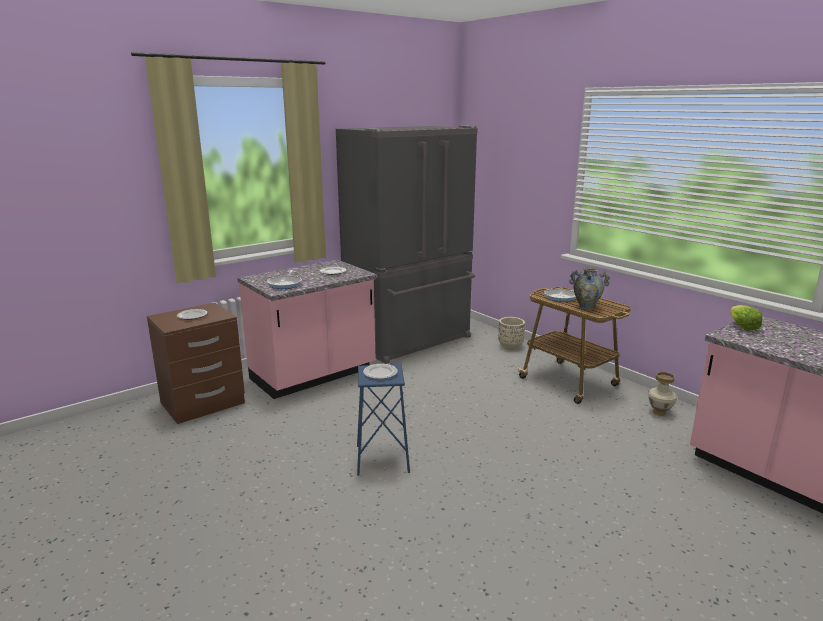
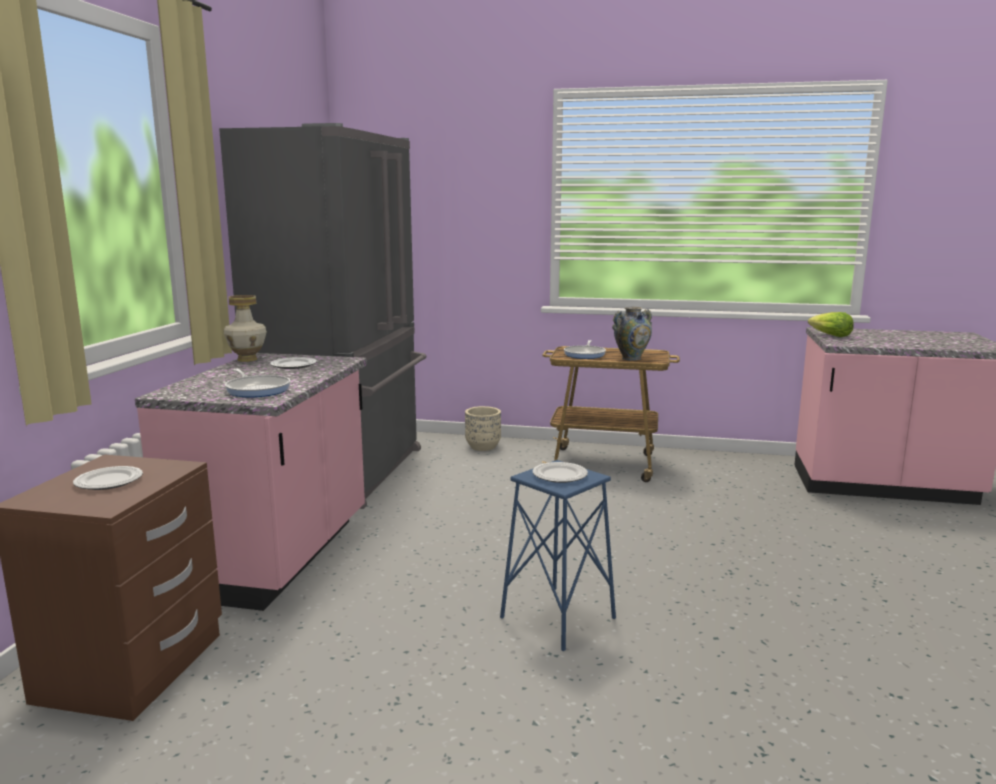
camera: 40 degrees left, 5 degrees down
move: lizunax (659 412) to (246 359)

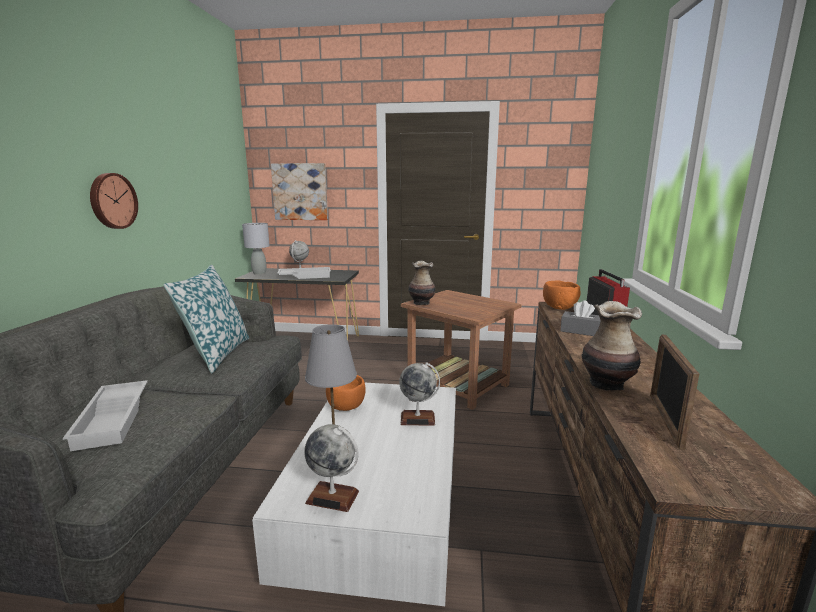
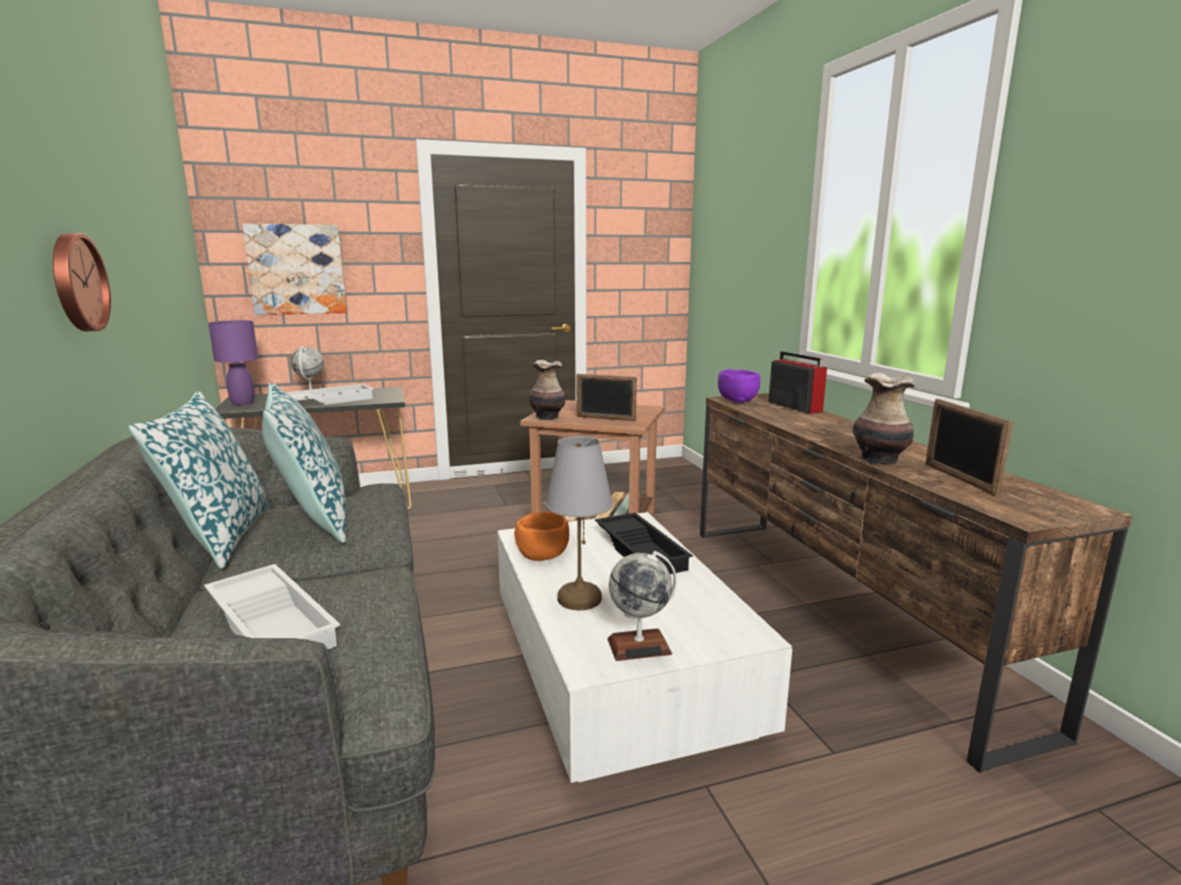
camera: 25 degrees left, 0 degrees up
delete: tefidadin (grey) (581 331)
insert: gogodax (220 538); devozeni (605 418)
replace: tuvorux (418 419) to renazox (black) (642 551)
recolor: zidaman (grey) (259 273) to zidaman (purple) (242 403); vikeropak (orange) (559 308) to vikeropak (purple) (737 401)

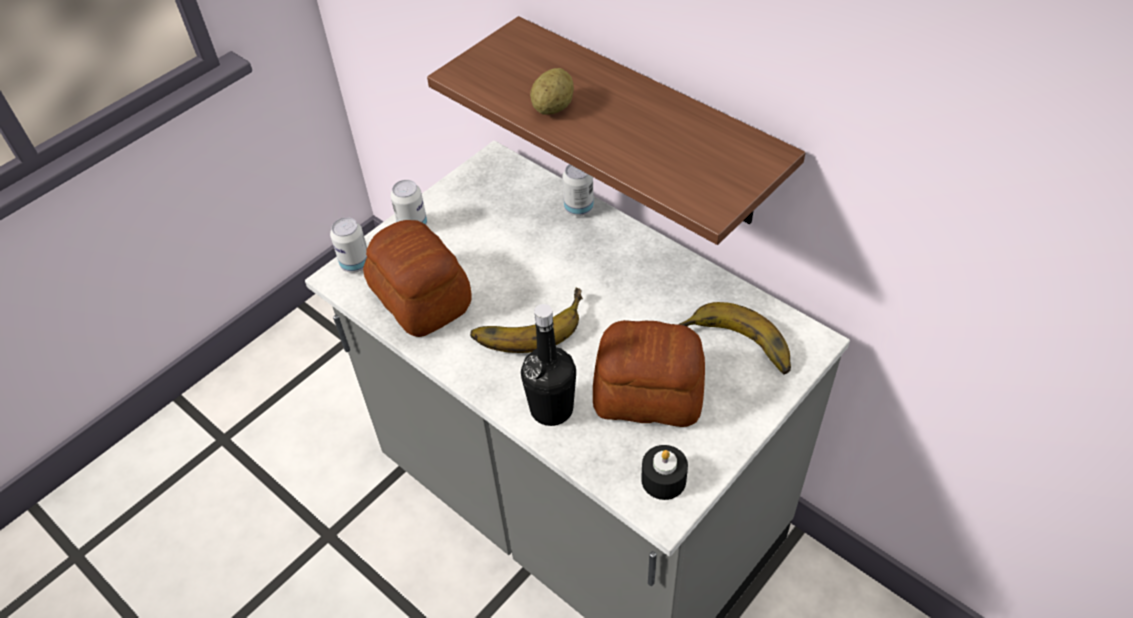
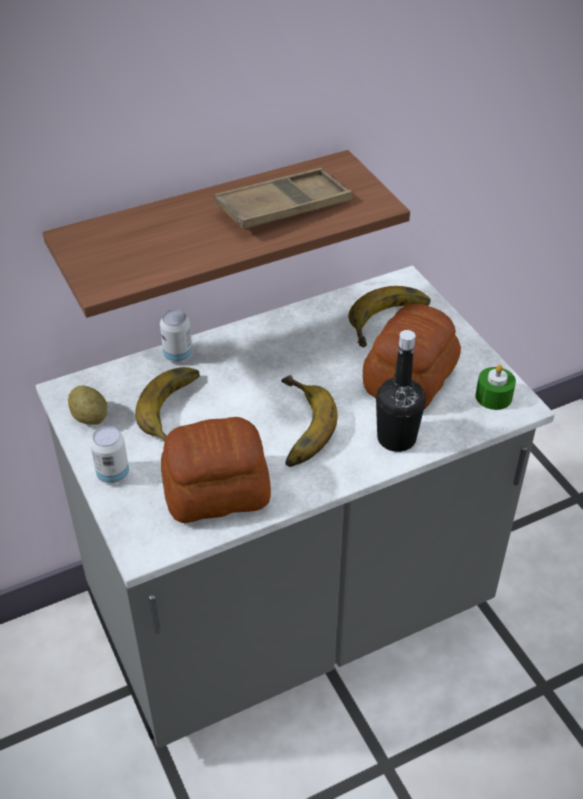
camera: 70 degrees left, 5 degrees down
delete: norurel (355 264)
insert: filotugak (181 412); renazox (brown) (283 207)
move: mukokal (553 107) to (89 417)
recolor: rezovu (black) (663 479) to rezovu (green) (493 397)

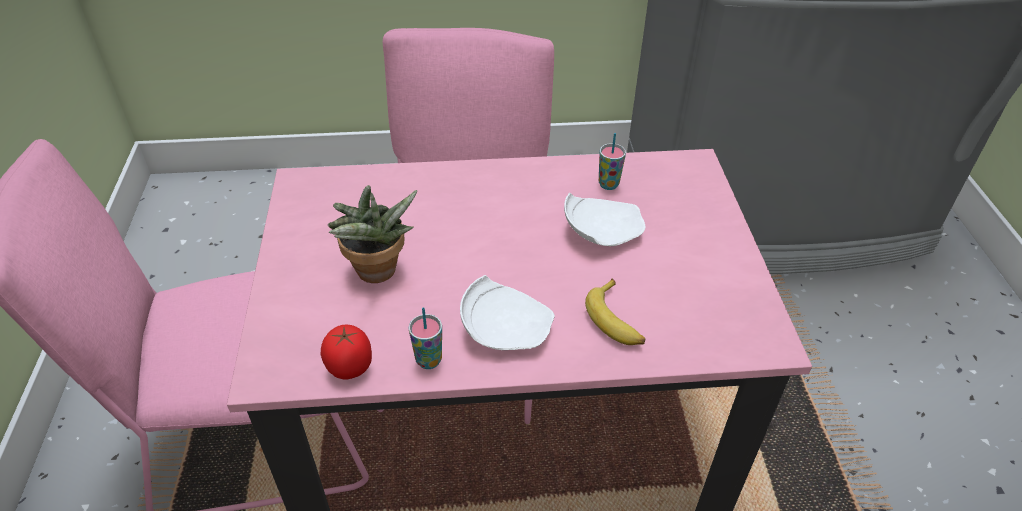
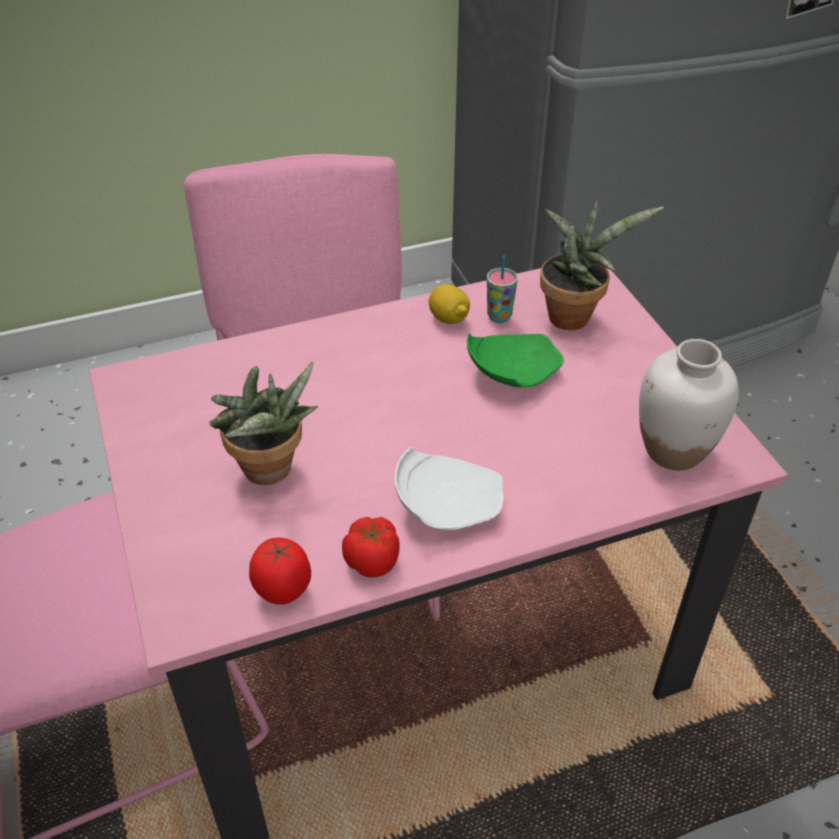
camera: 15 degrees left, 0 degrees up
delete: filotugak (616 320)
insert: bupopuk (448 318); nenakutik (574 315); lizunax (white) (674 451)
replace: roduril (428 360) to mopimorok (373 560)
recolor: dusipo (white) (600 232) to dusipo (green) (511 372)

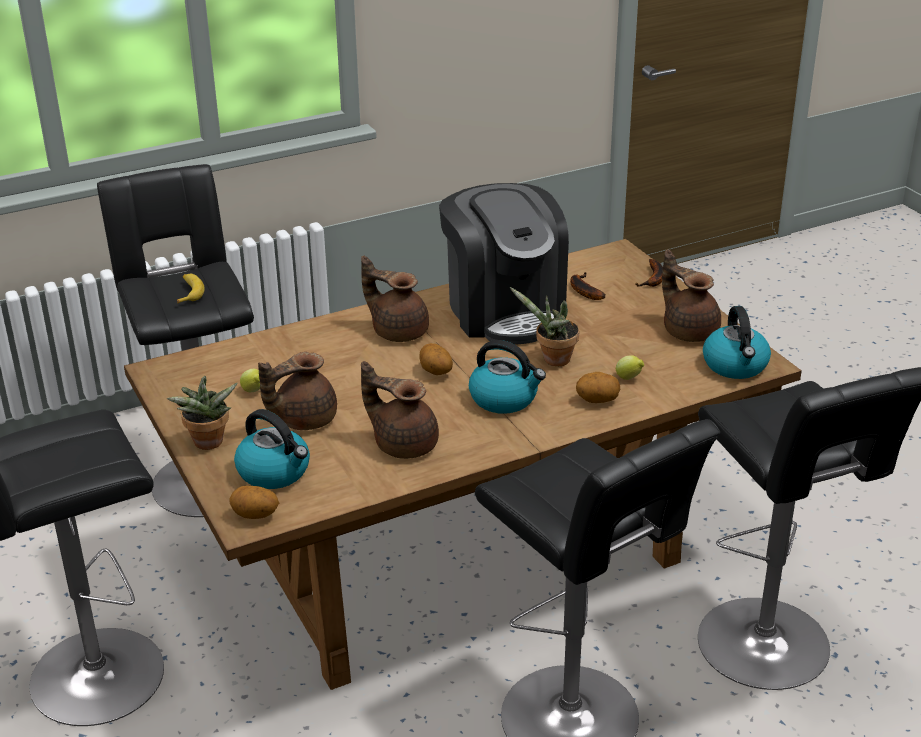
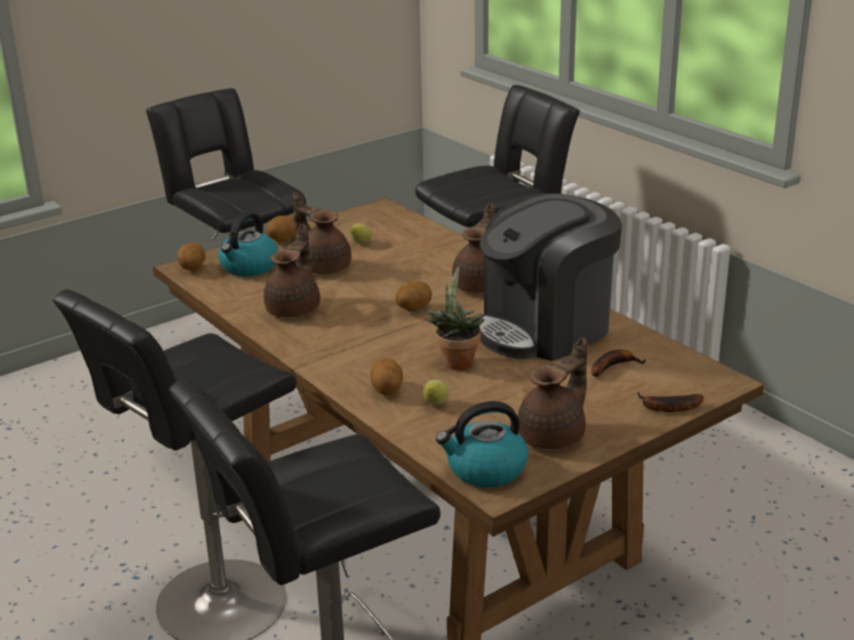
camera: 80 degrees right, 5 degrees down
delete: filotugak (189 292); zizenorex (504 398)
replace: nenakutik (208 444) to mukokal (282 240)

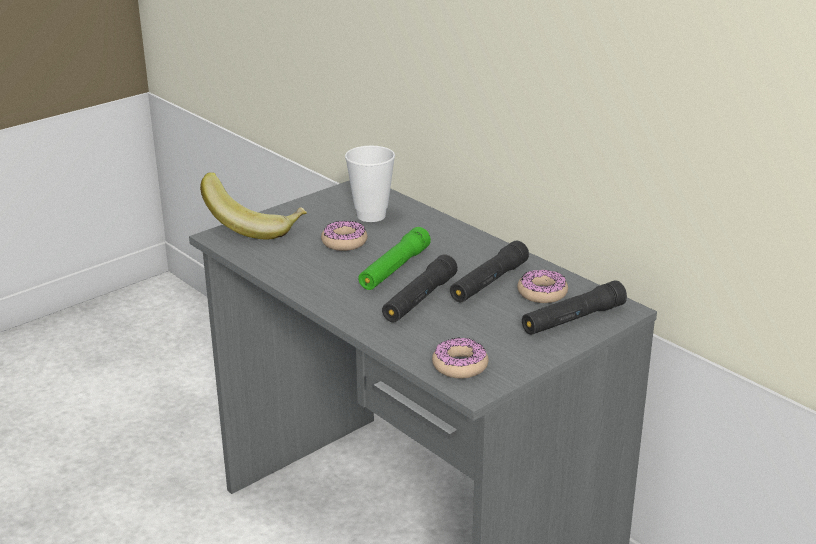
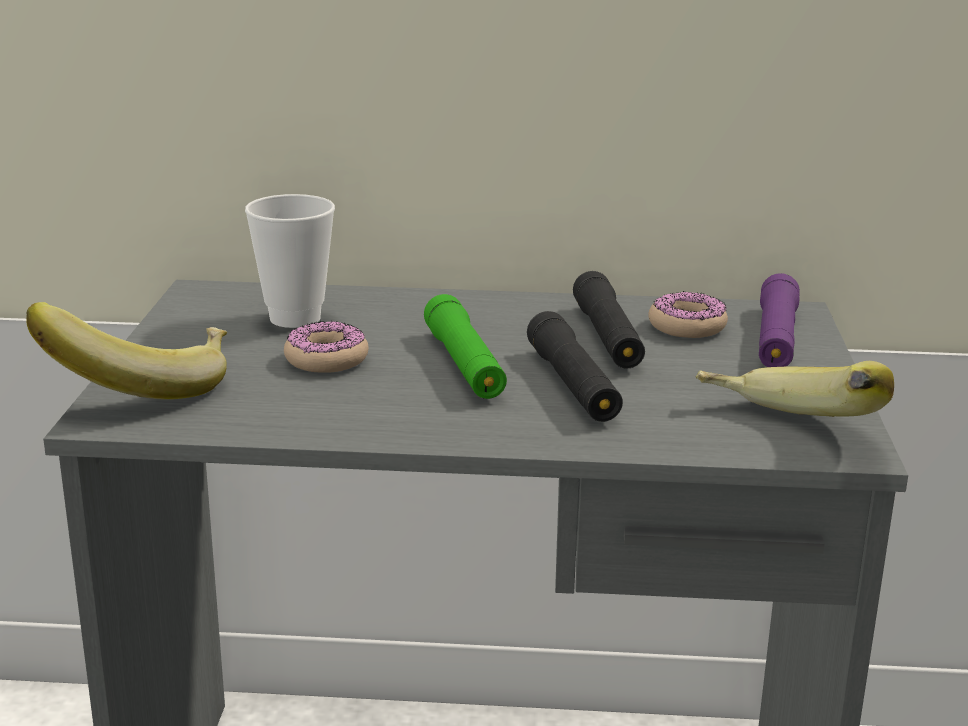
camera: 45 degrees left, 5 degrees down
replace: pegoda (460 366) to filotugak (784 434)
recolor: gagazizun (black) (573 319) to gagazizun (purple) (776 339)

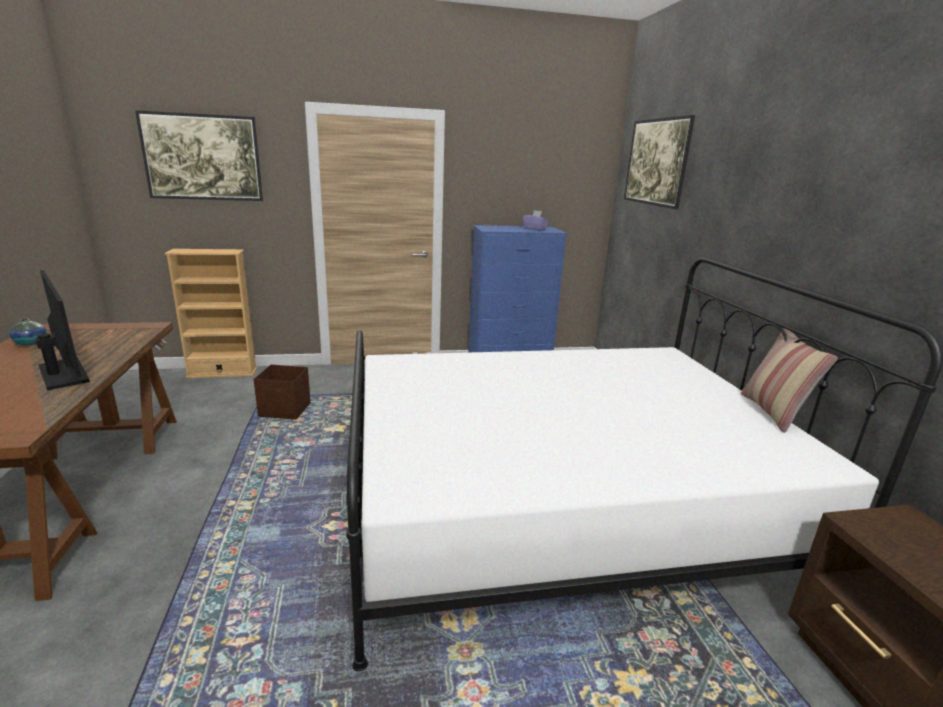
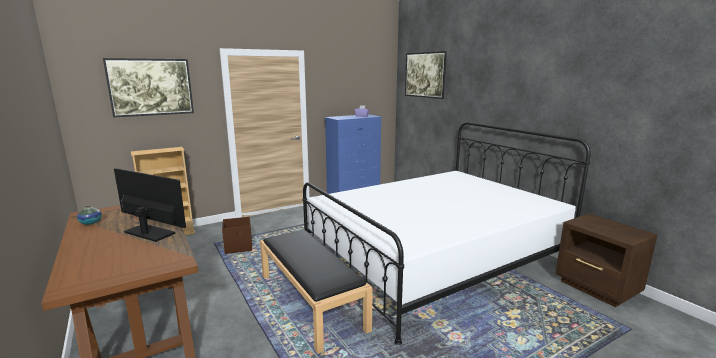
camera: 20 degrees left, 5 degrees down
delete: gogodax (773 412)
insert: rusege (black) (311 301)

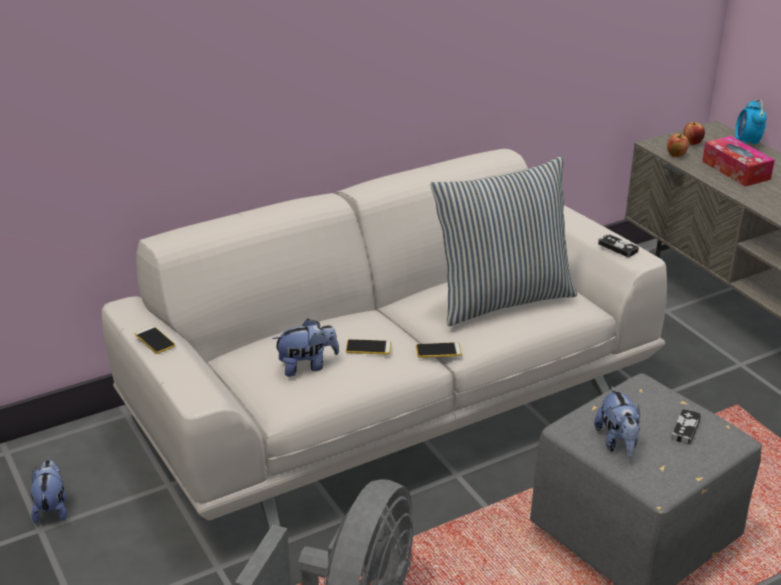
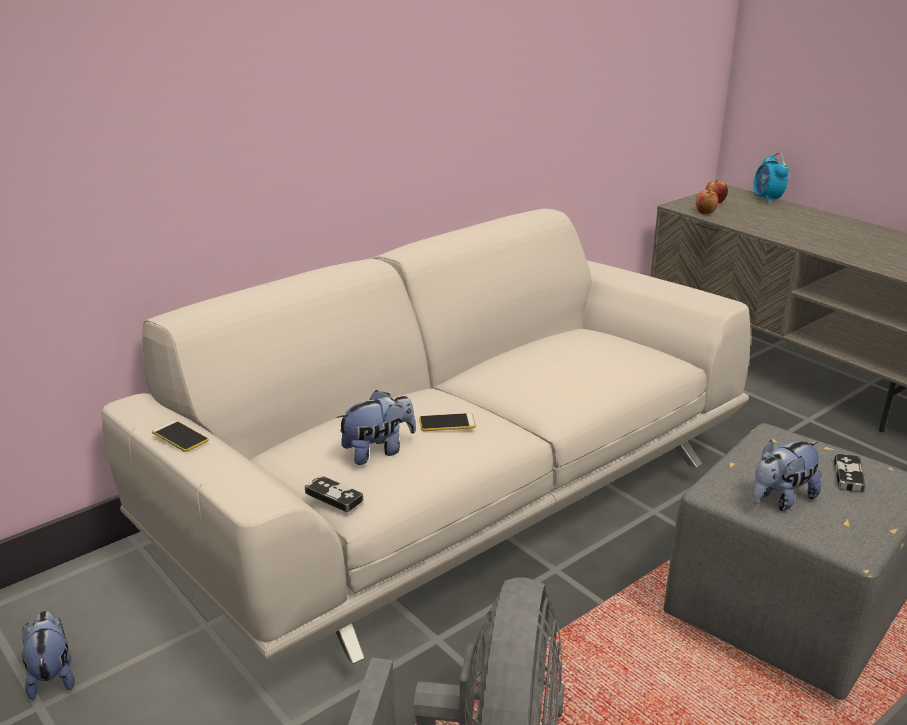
camera: 10 degrees left, 5 degrees down
delete: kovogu (438 350); gogodax (501 299); tefidadin (735 170)
move: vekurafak (617 248) to (334 497)
rotate: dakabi (617 442) = (780 499) 75 degrees clockwise

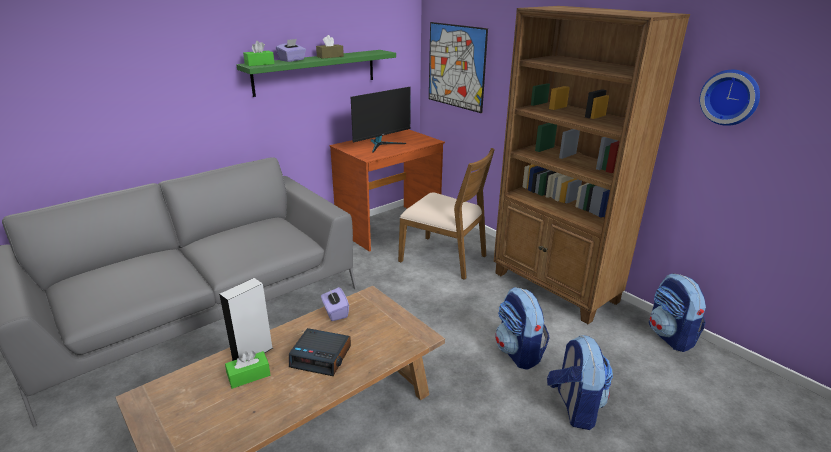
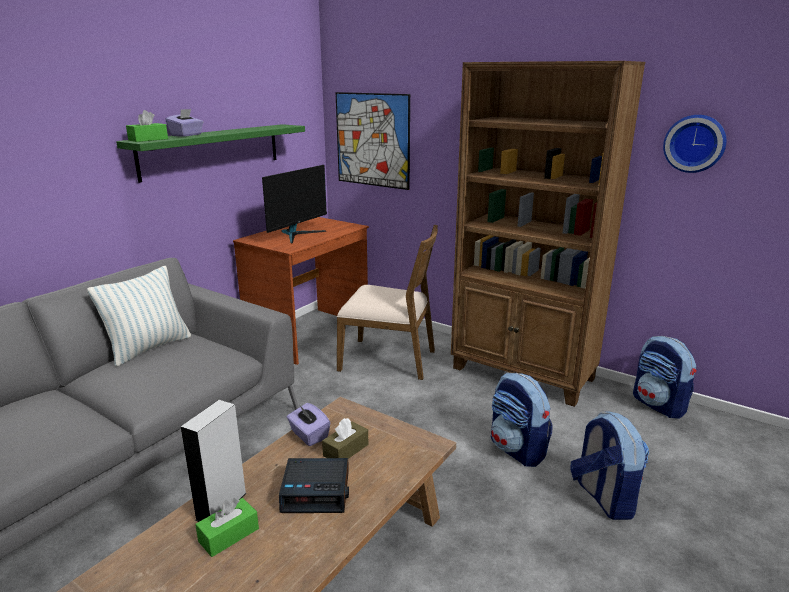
camera: 15 degrees left, 5 degrees down
insert: gogodax (149 348)
move: tefidadin (brown) (330 56) to (346 450)

